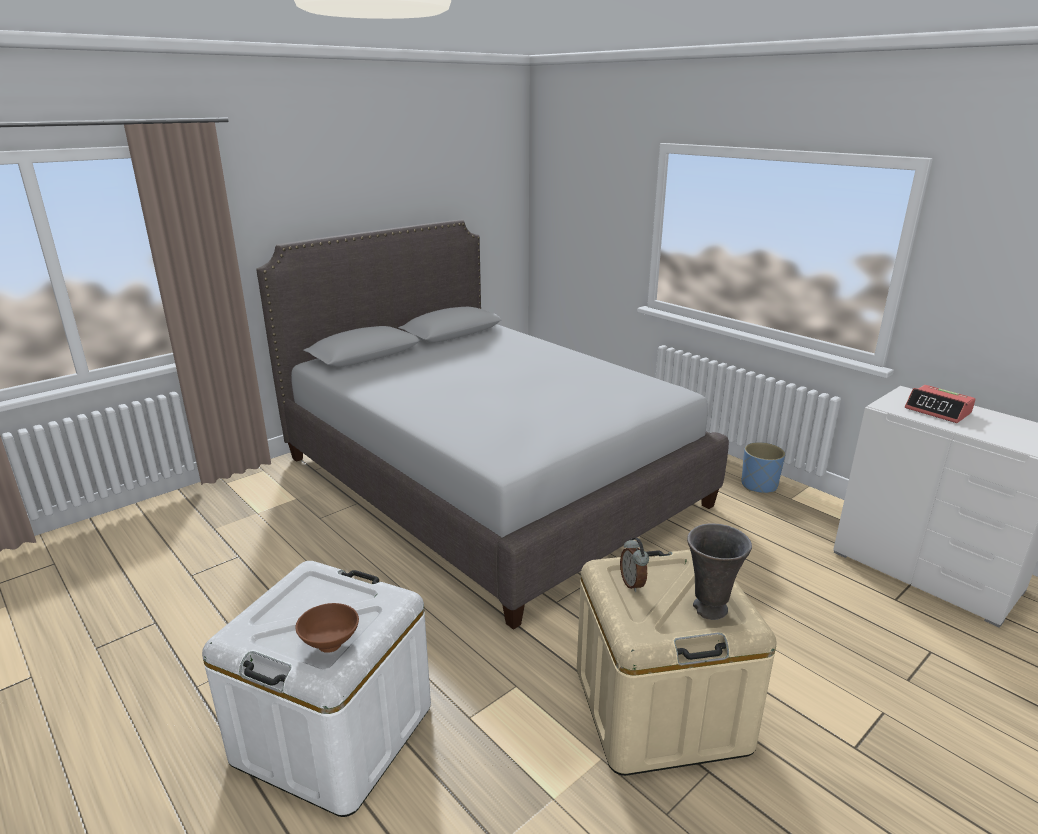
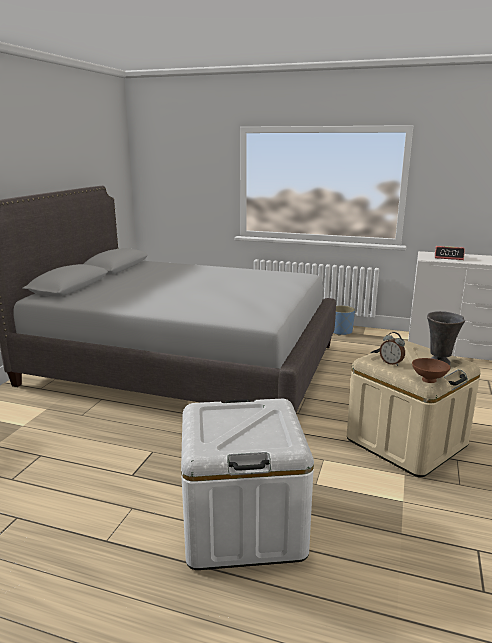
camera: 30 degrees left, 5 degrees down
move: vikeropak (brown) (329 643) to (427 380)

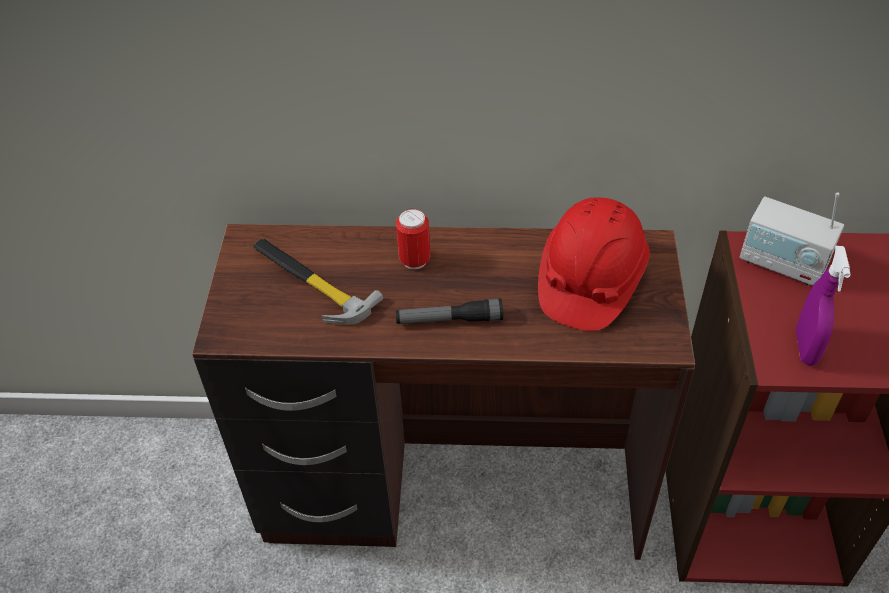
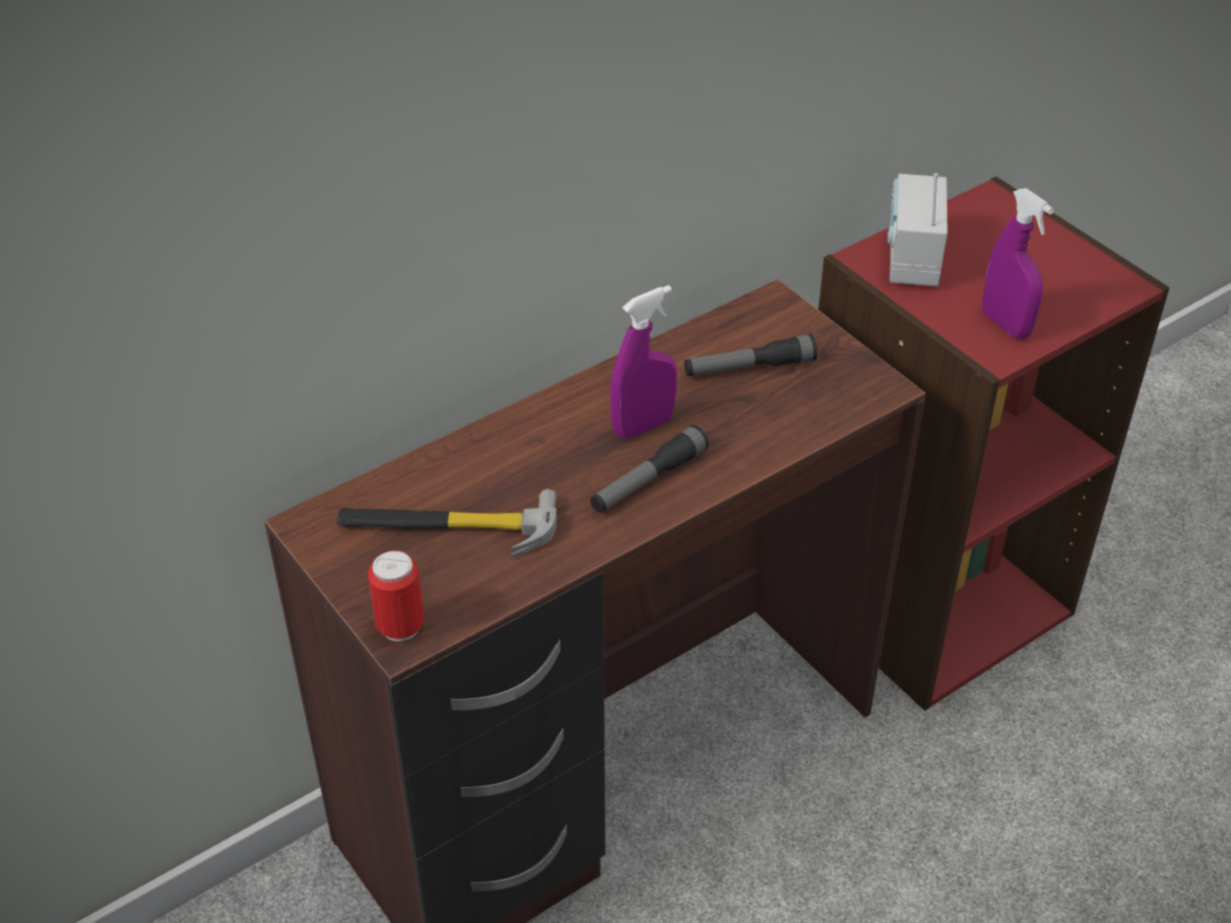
camera: 40 degrees left, 5 degrees down
insert: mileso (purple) (643 426)
move: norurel (414 260) to (400 626)
replace: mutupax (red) (589 281) to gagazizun (749 367)
rotate: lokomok (783 263) = (912 259) 105 degrees clockwise

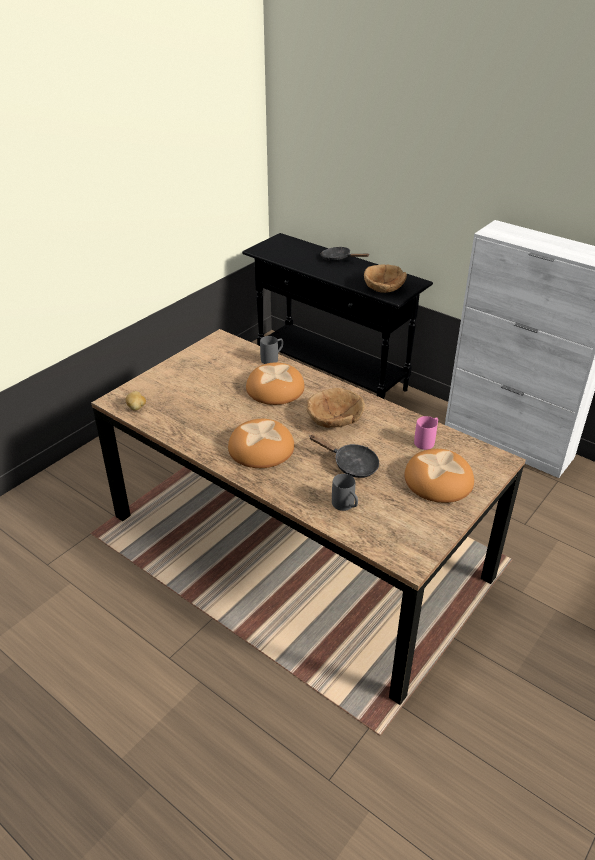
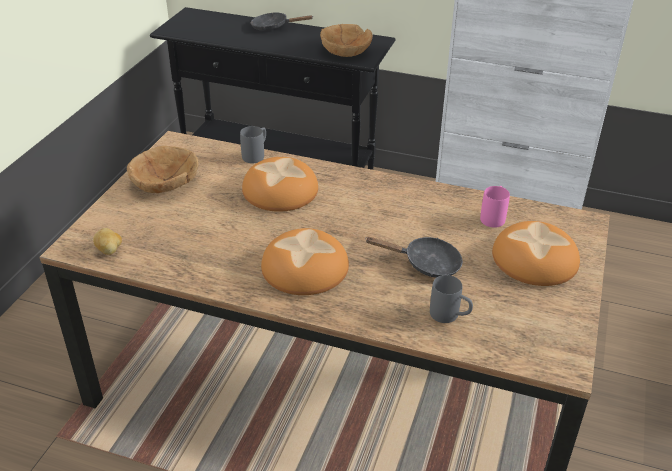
camera: 20 degrees left, 0 degrees up
move: vikeropak (brown) (334 420) to (165 184)

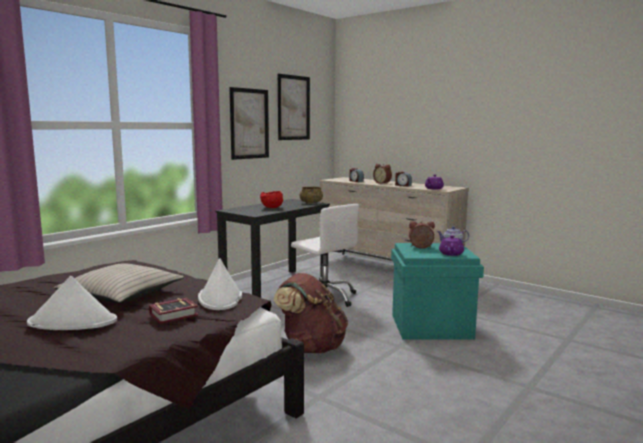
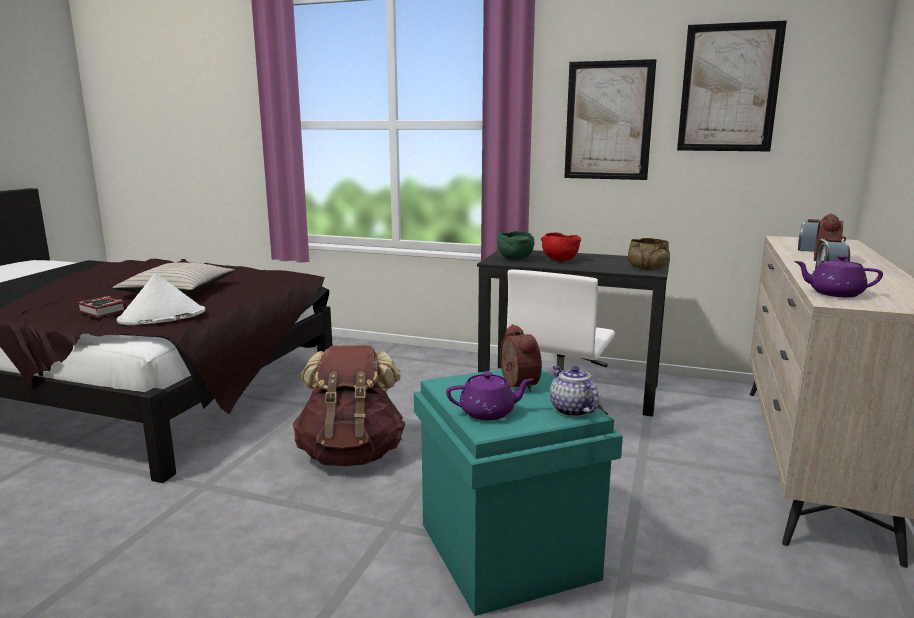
camera: 70 degrees right, 5 degrees up
delete: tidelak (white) (73 322)
insert: vikeropak (green) (514 259)

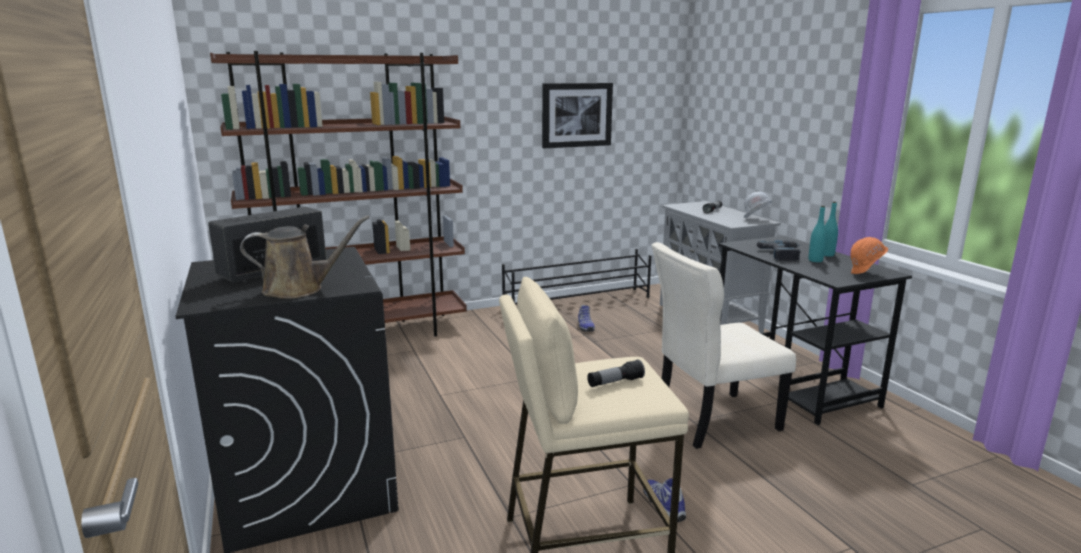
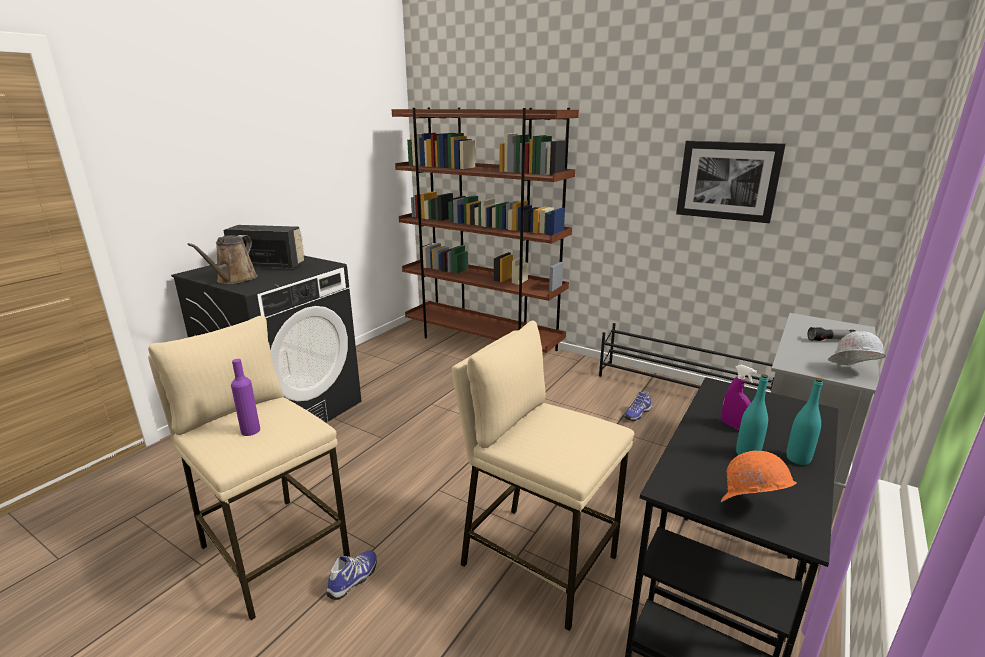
camera: 55 degrees right, 5 degrees up
replace: gagazizun (615 382) to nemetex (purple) (250 430); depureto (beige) (711 420) to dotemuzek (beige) (538 561); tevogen (784 254) to mileso (purple) (733 426)
rotate: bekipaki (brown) (299 289) = (234 279) 60 degrees clockwise

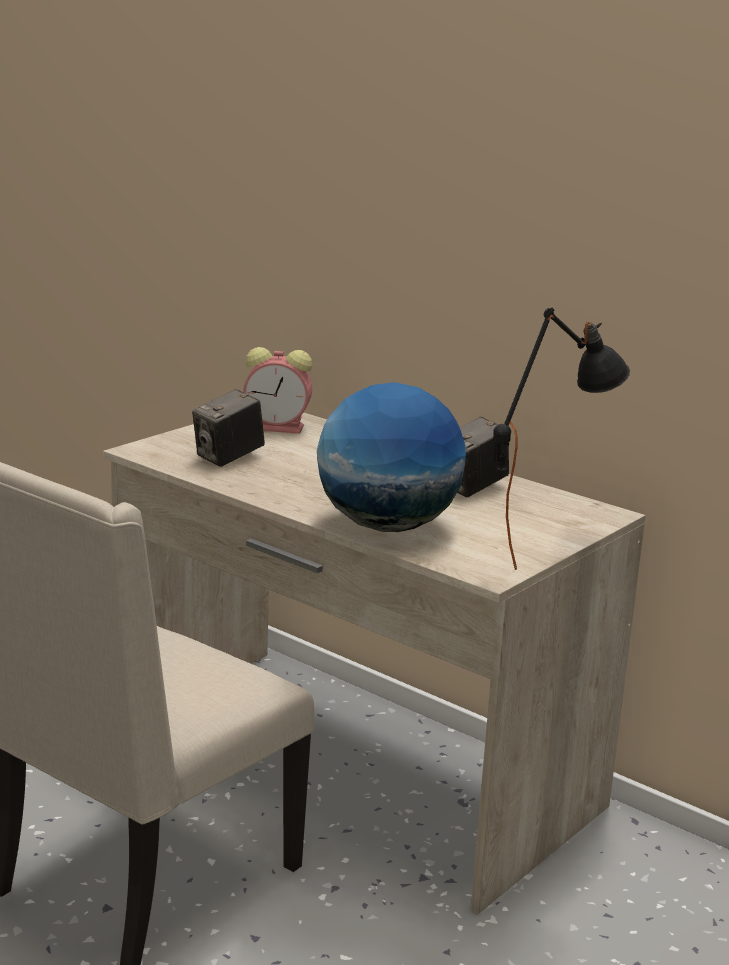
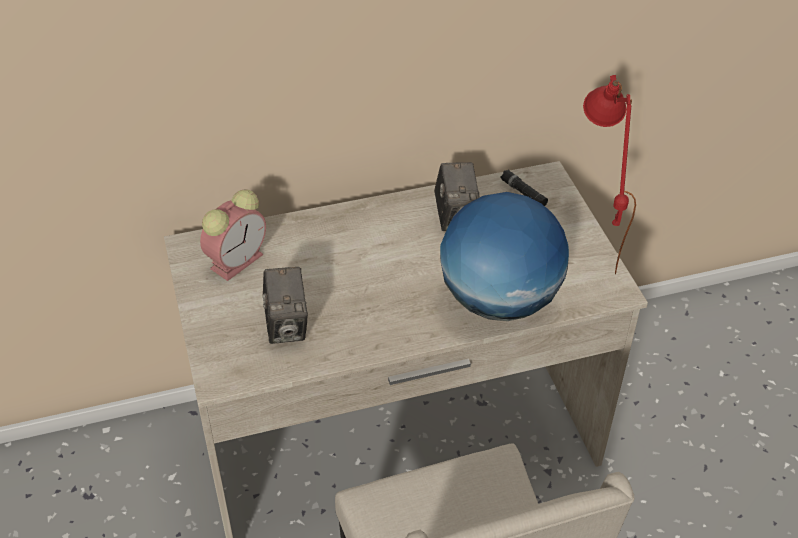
camera: 55 degrees left, 25 degrees up
insert: gagazizun (black) (523 193)
recolor: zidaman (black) (543 551) to zidaman (red) (592 243)

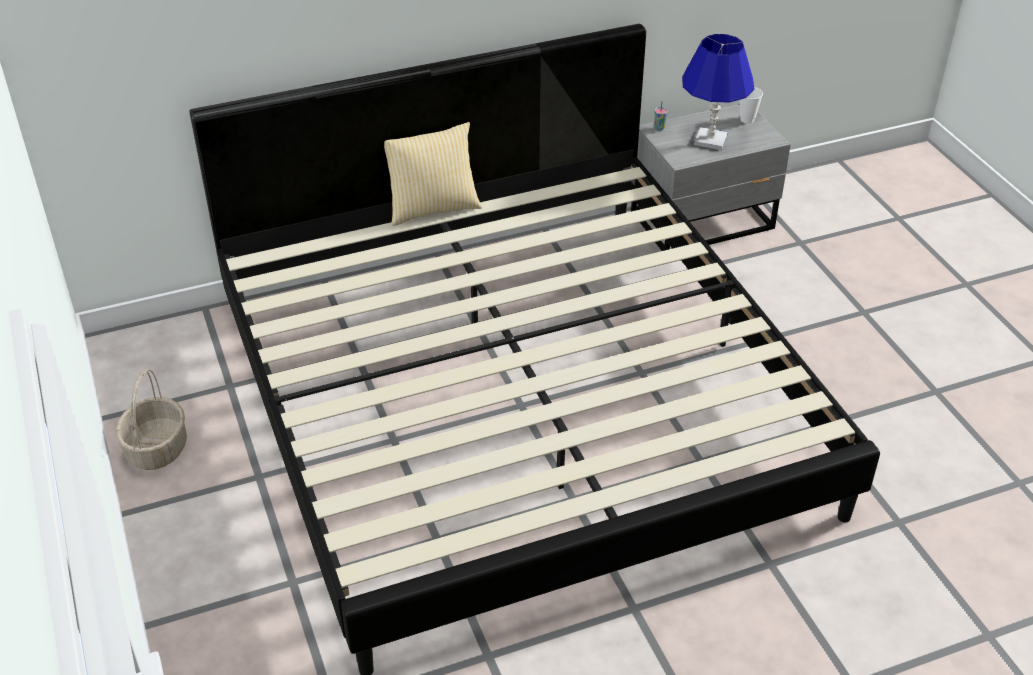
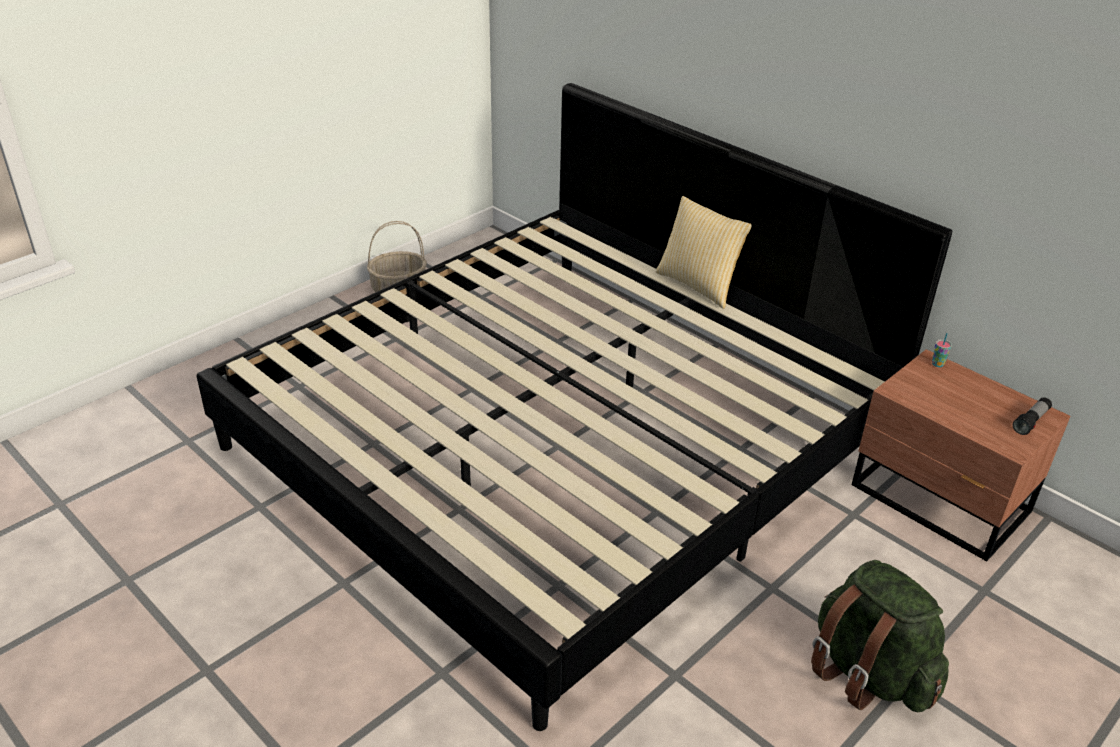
camera: 65 degrees right, 5 degrees down
delete: zidaman (blue) (711 140)
insert: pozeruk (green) (869 673)
replace: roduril (747 119) to gagazizun (1031 421)
recolor: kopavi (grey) (705 221) to kopavi (brown) (940 501)

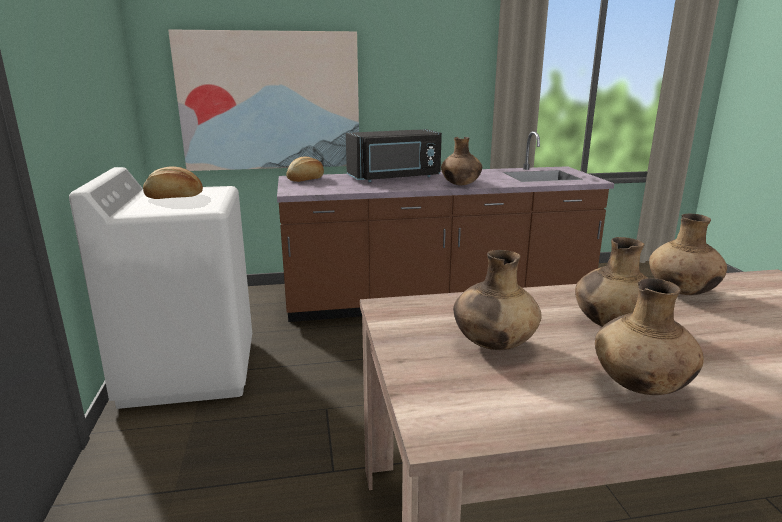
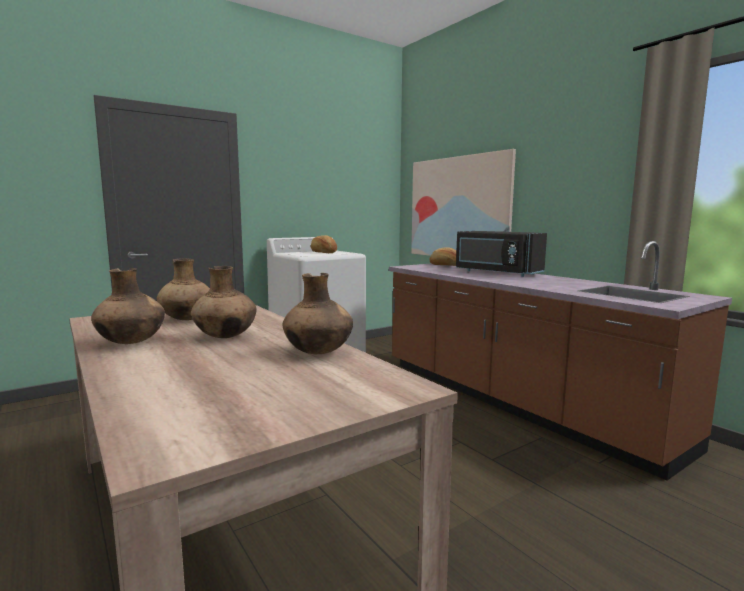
camera: 65 degrees right, 10 degrees down
delete: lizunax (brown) (461 184)

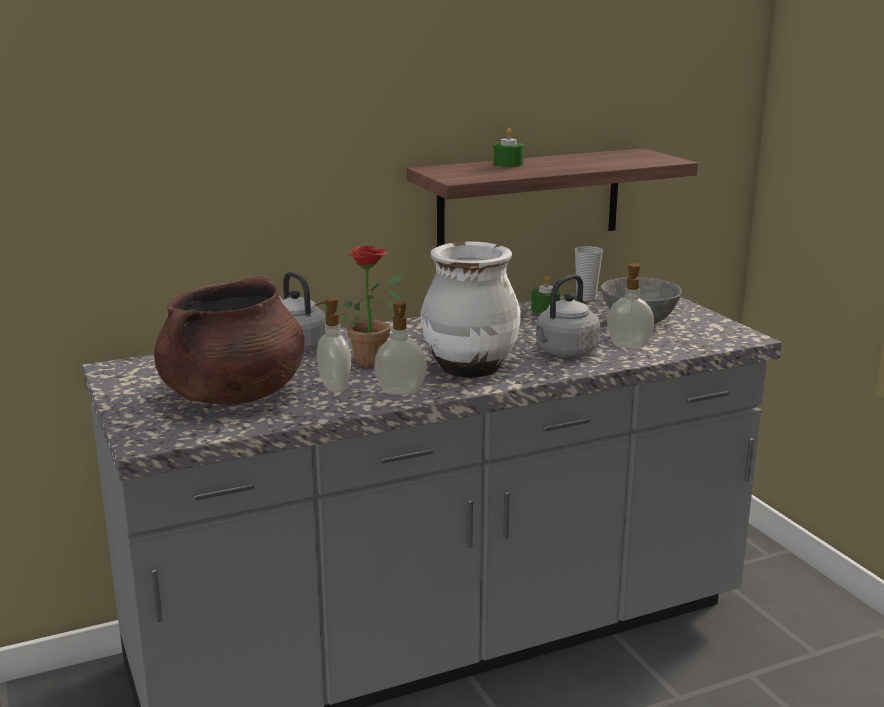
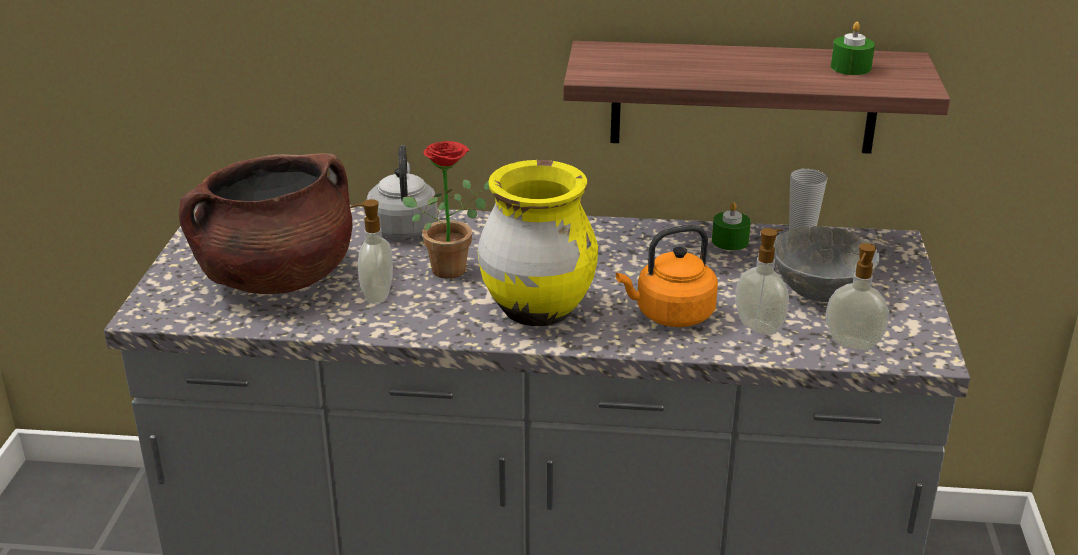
camera: 30 degrees right, 10 degrees up
move: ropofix (400 392) to (852 345); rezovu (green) (508 164) to (850 67)
recolor: lizunax (white) (469 369) to lizunax (yellow) (537 310); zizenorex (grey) (564 352) to zizenorex (orange) (670 315)

